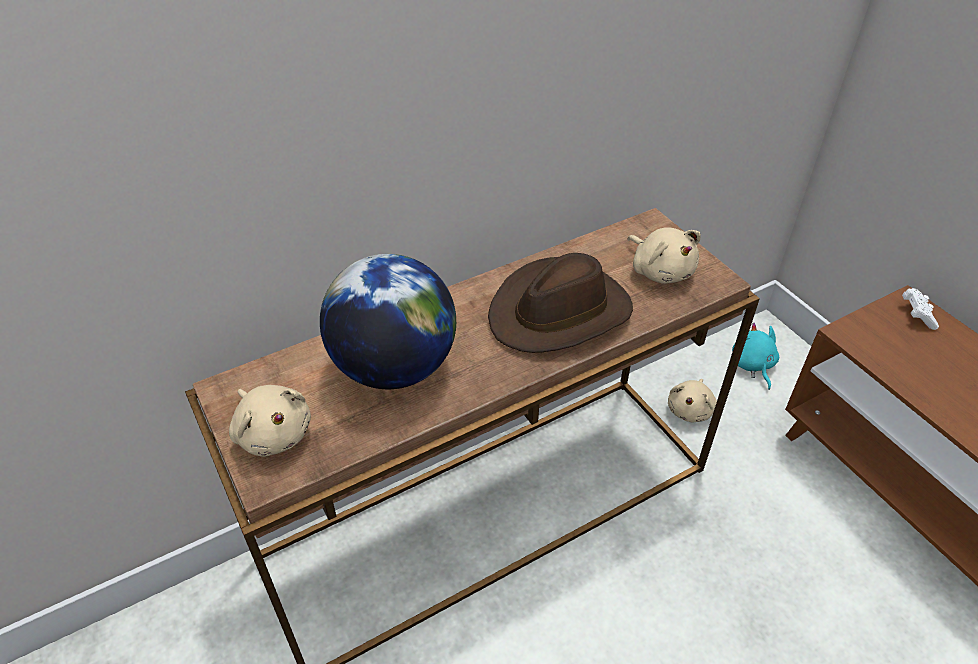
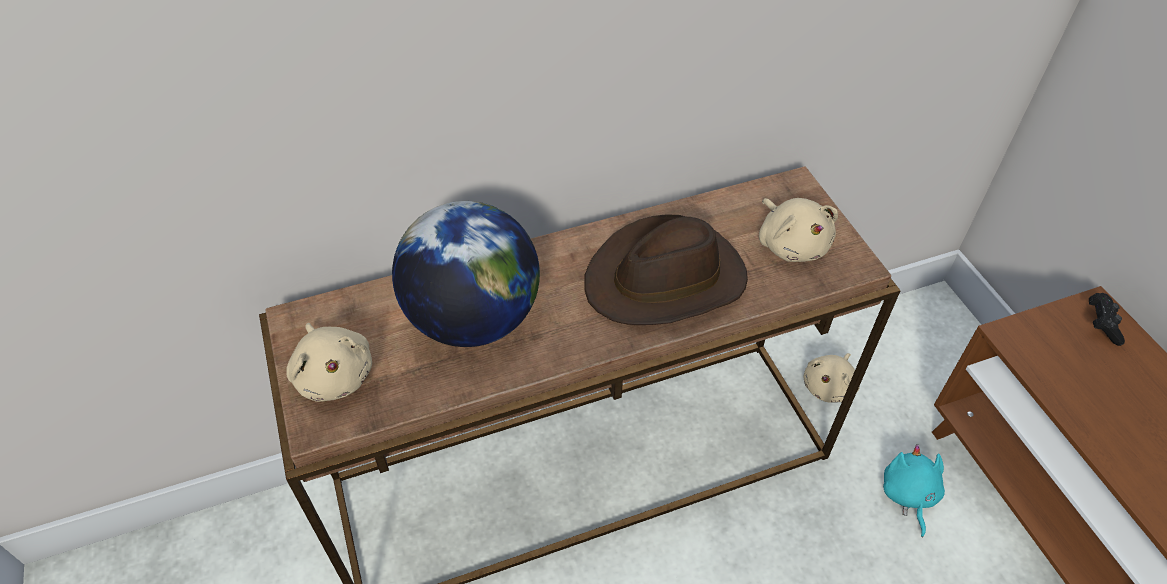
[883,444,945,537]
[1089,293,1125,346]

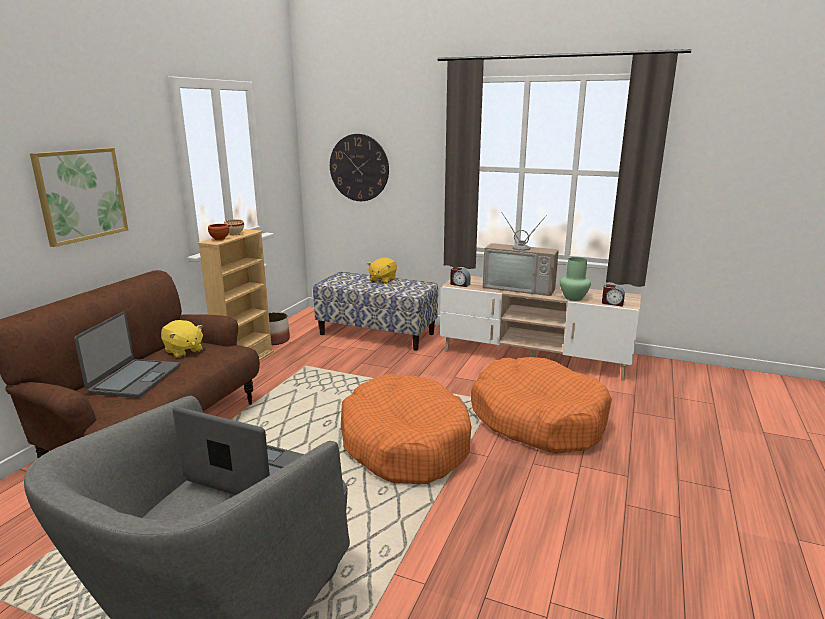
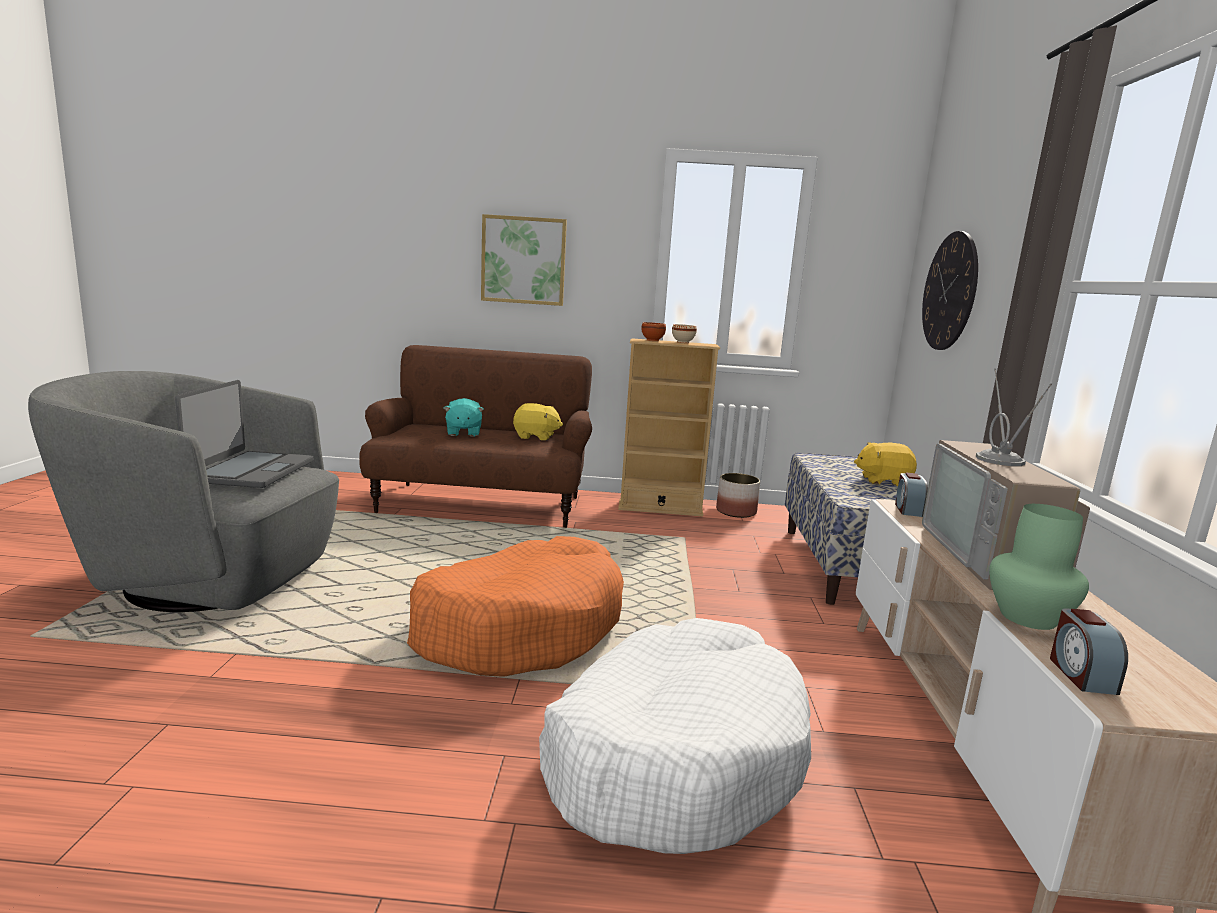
[444,398,484,436]
[513,403,563,441]
[539,618,811,854]

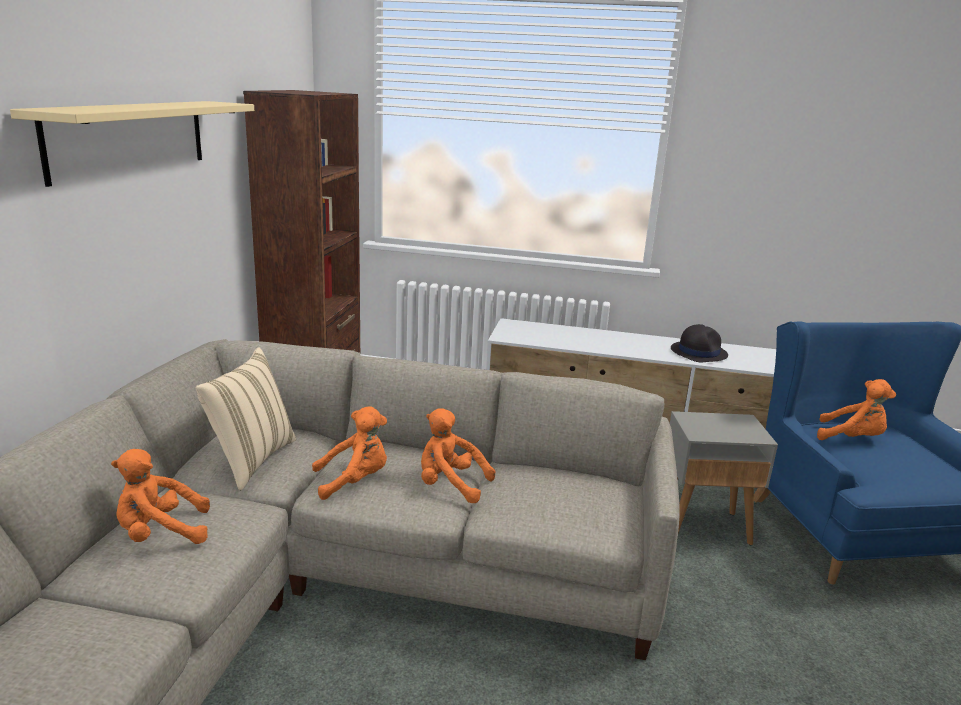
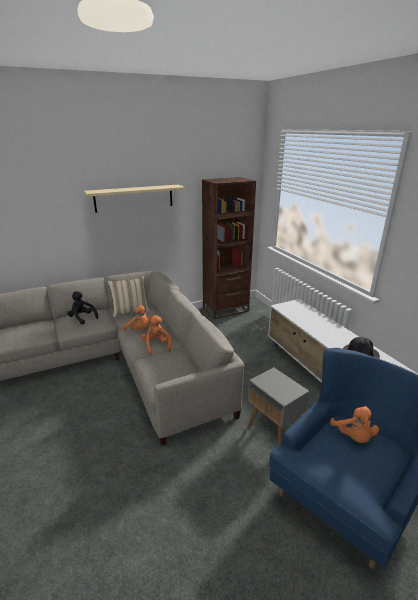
[67,291,98,325]

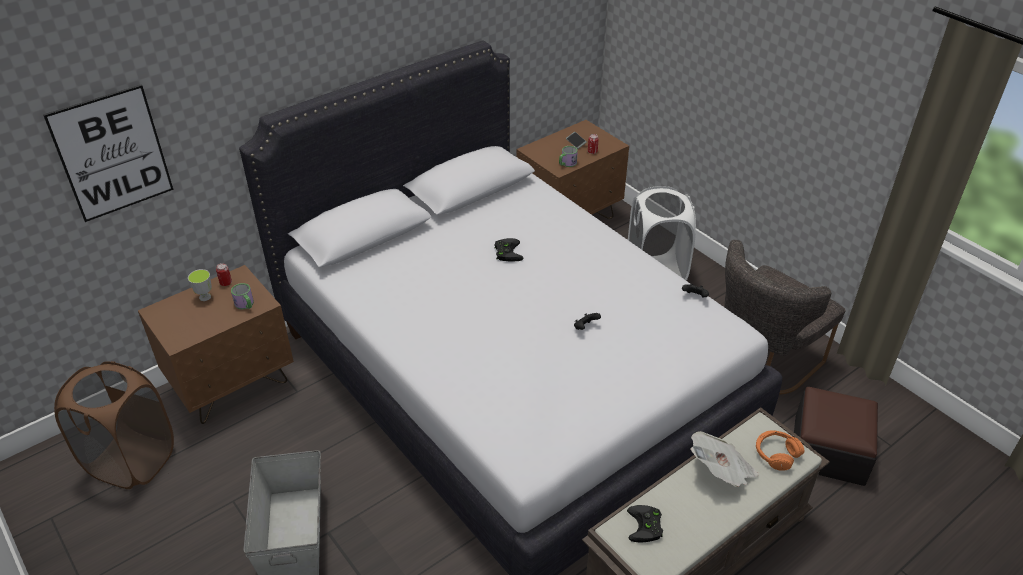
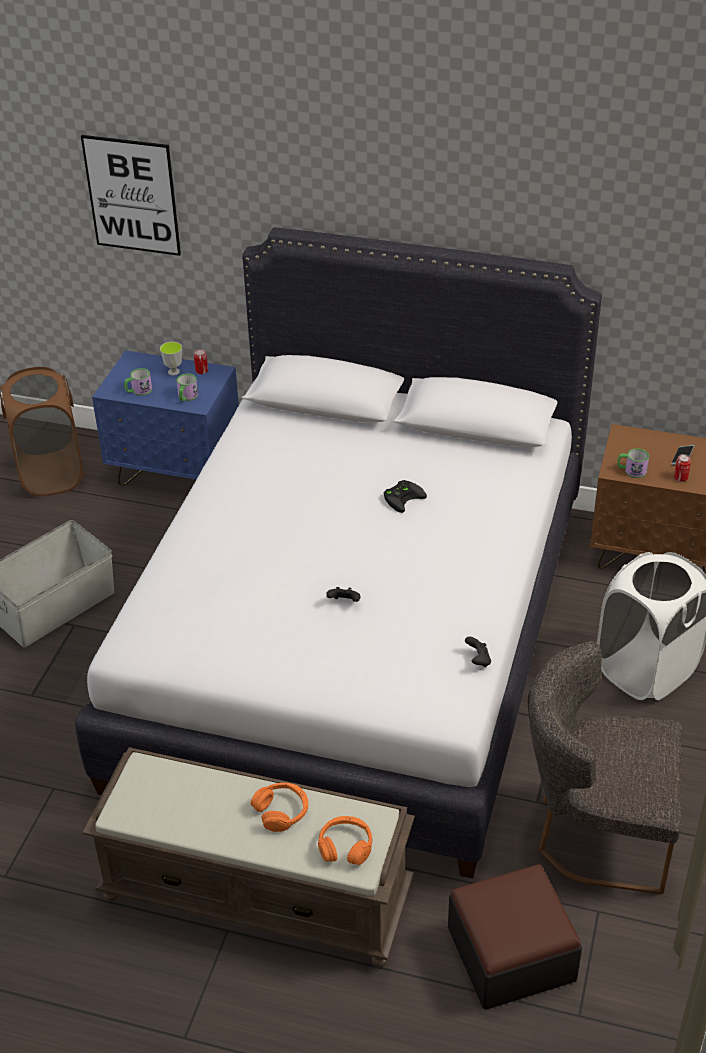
[92,350,239,486]
[124,368,152,396]
[251,783,308,832]
[627,505,663,542] (first image)

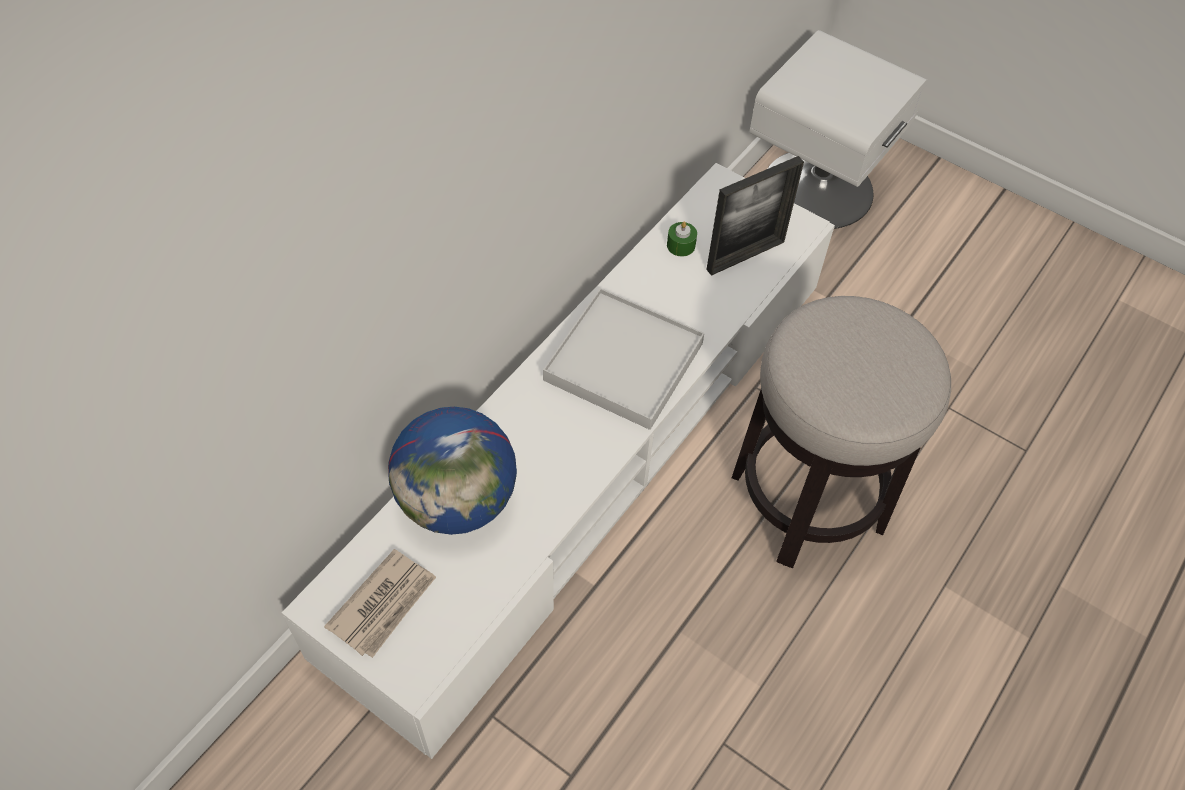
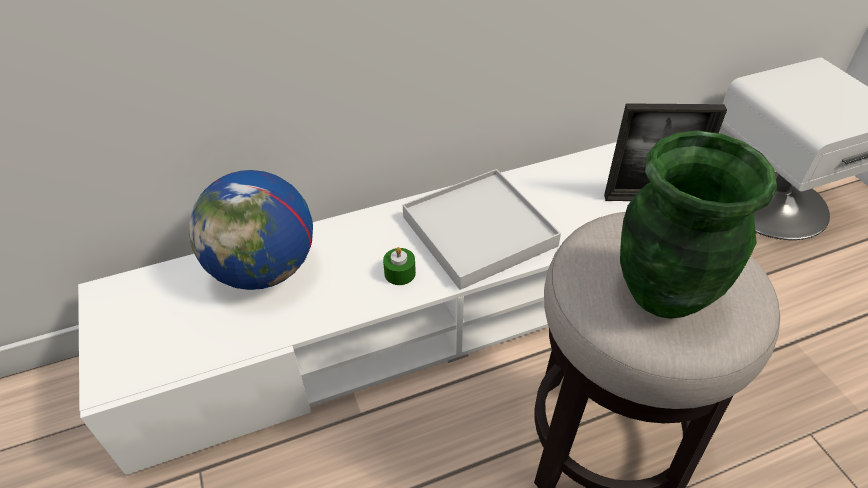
[383,247,416,285]
[620,130,777,319]
[324,549,436,658] (first image)

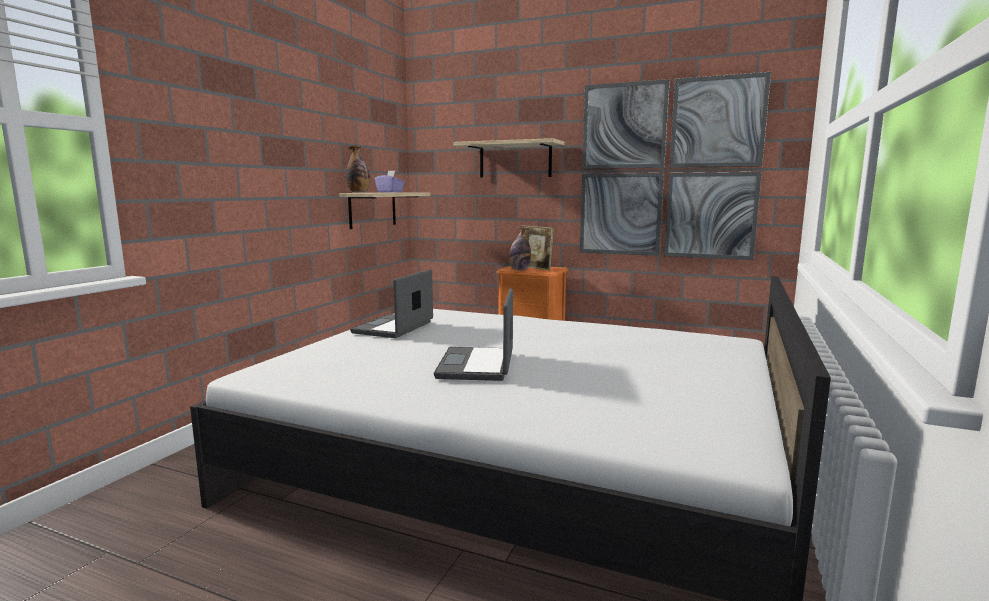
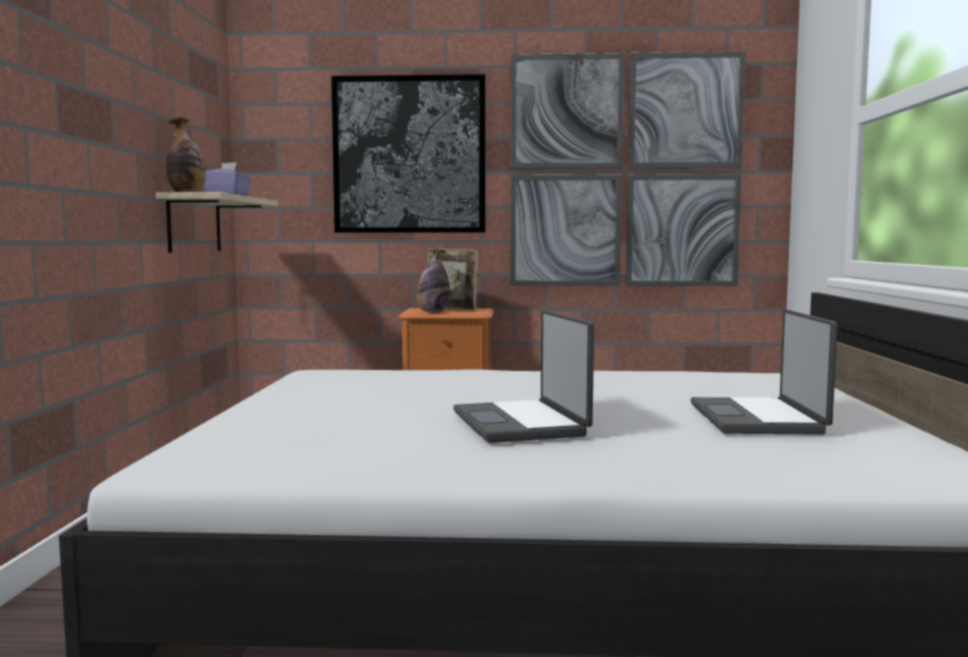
[331,74,486,233]
[691,310,837,435]

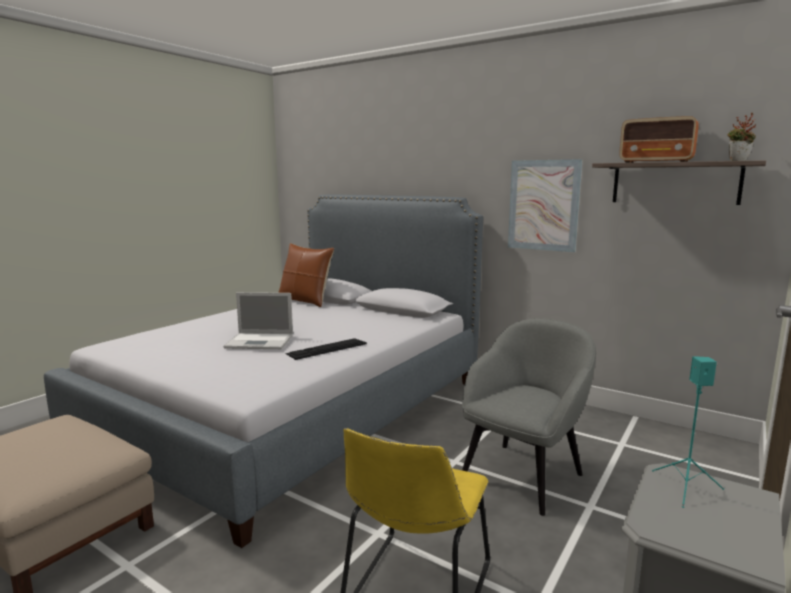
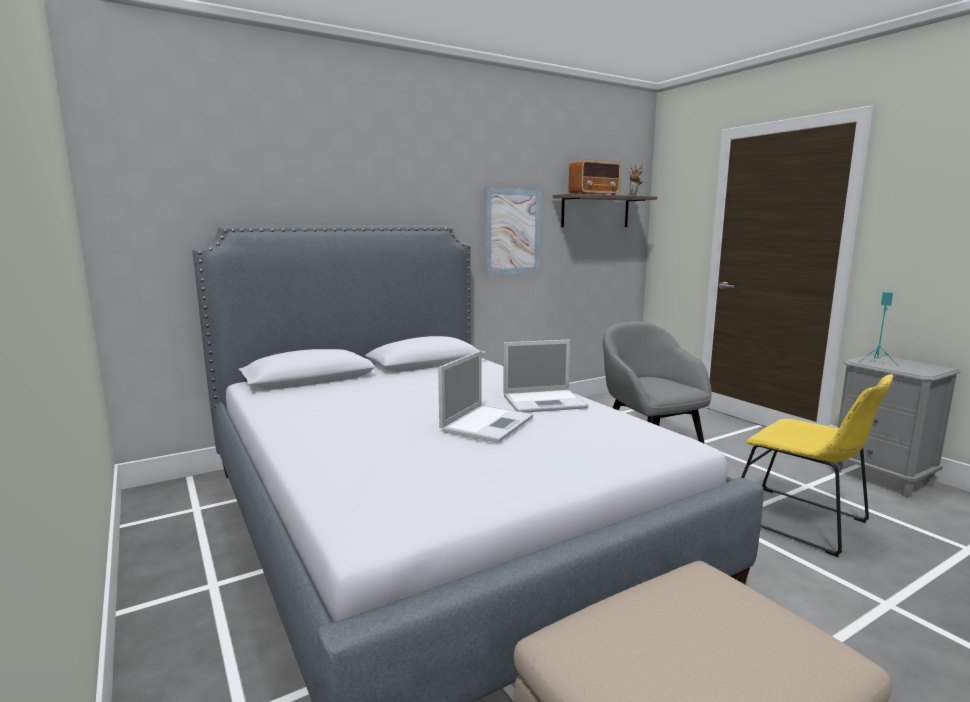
[503,339,588,413]
[278,243,334,307] (first image)

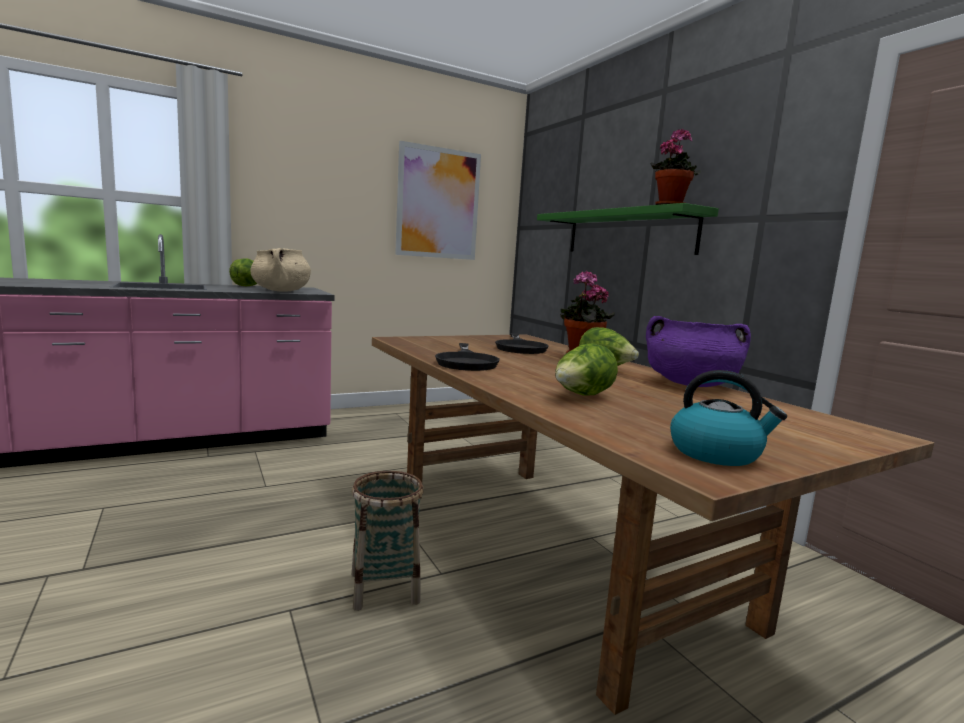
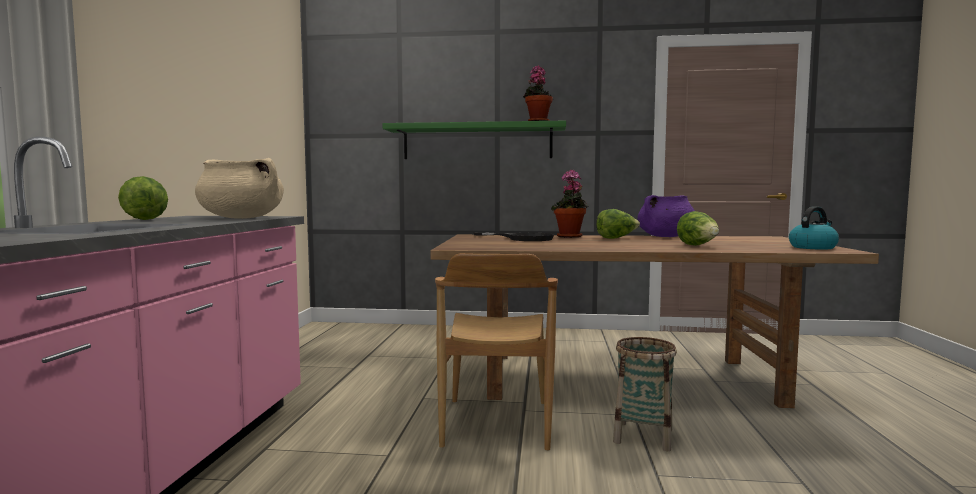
[435,253,558,451]
[395,141,481,260] (first image)
[435,343,500,371] (first image)

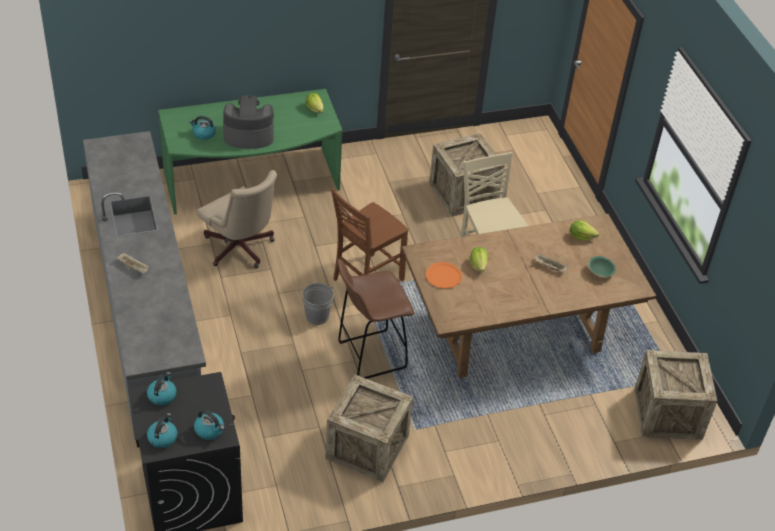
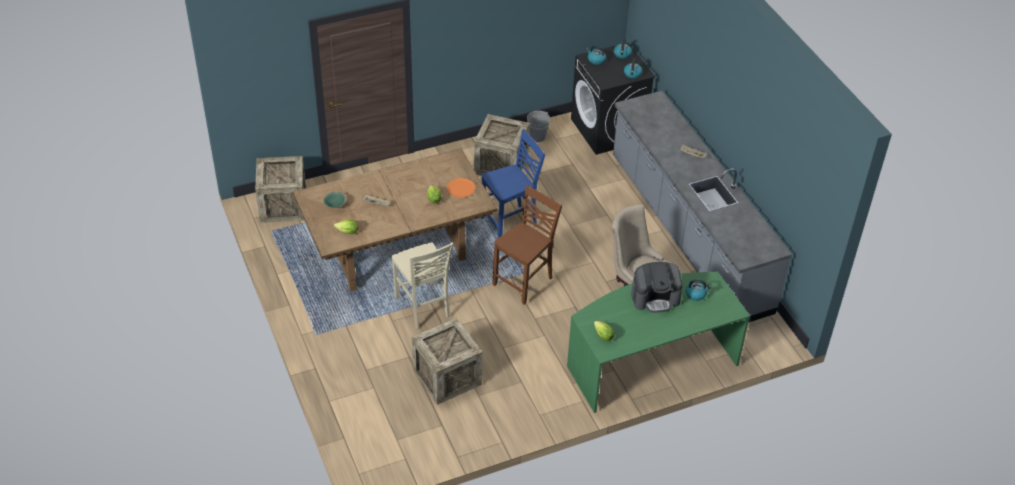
[481,129,545,238]
[527,111,550,142]

